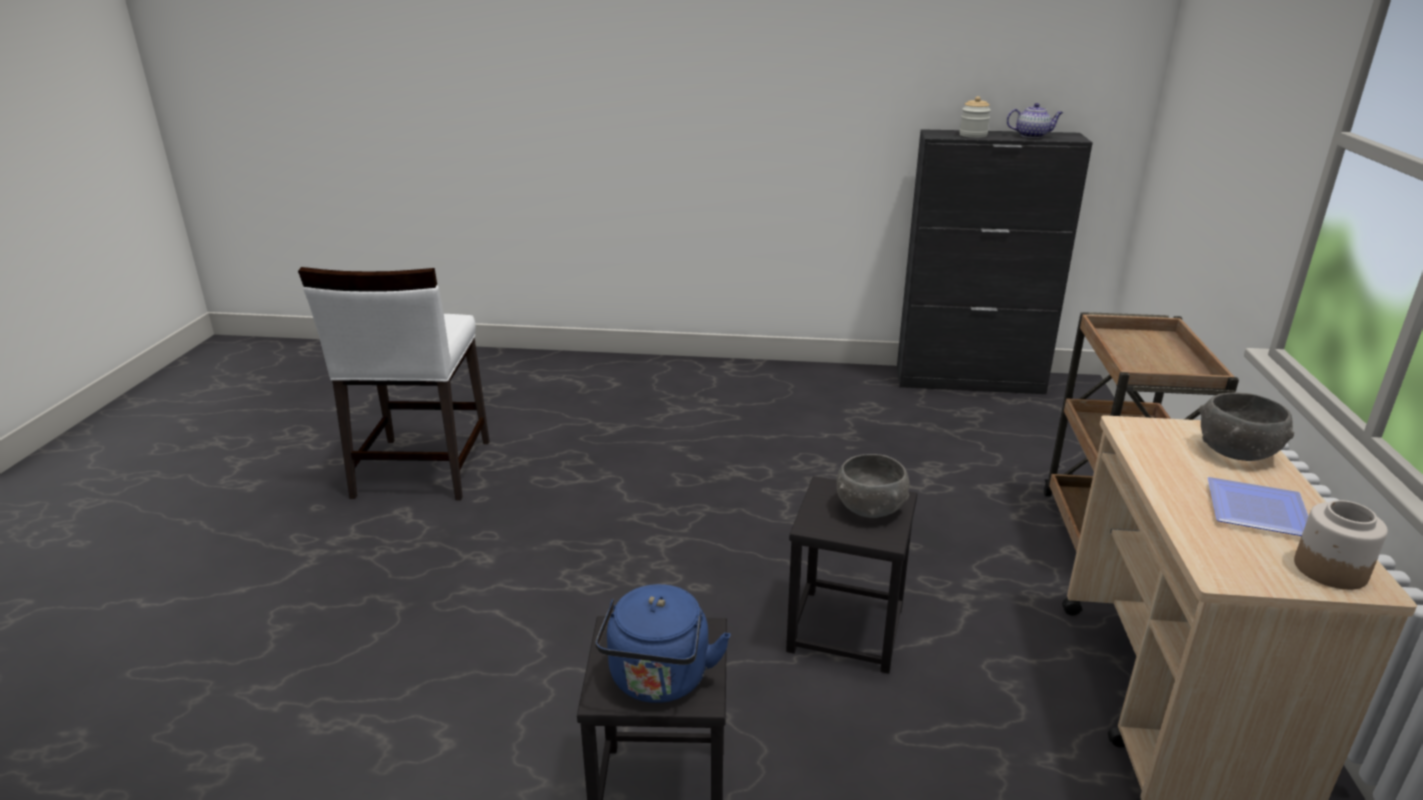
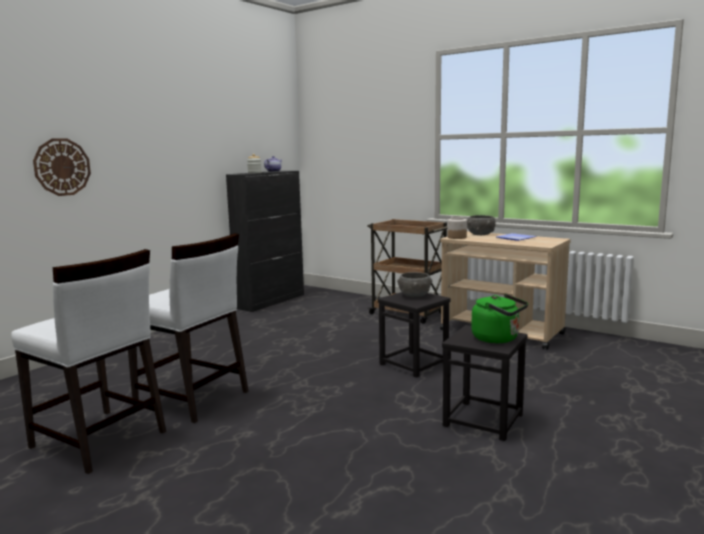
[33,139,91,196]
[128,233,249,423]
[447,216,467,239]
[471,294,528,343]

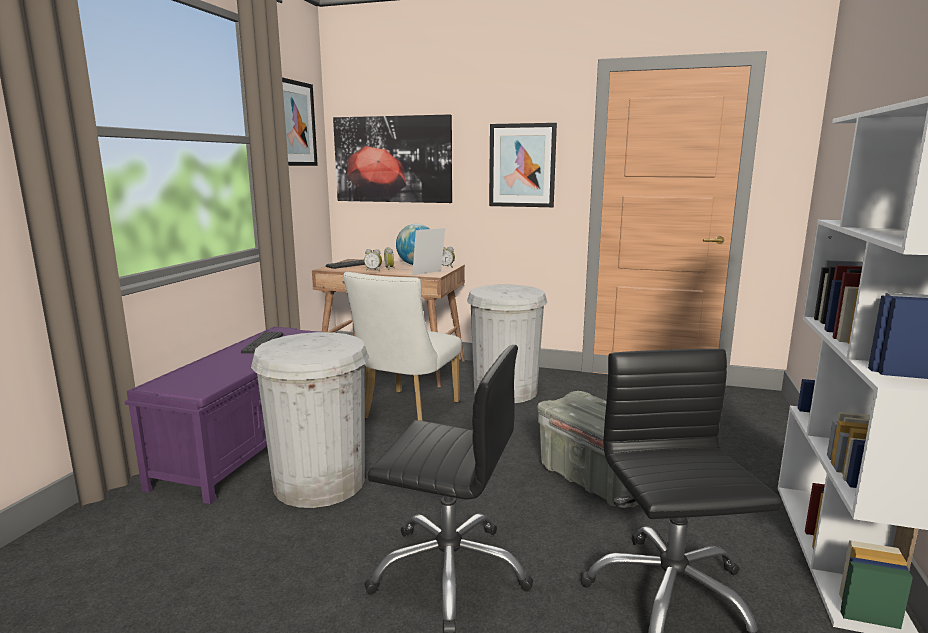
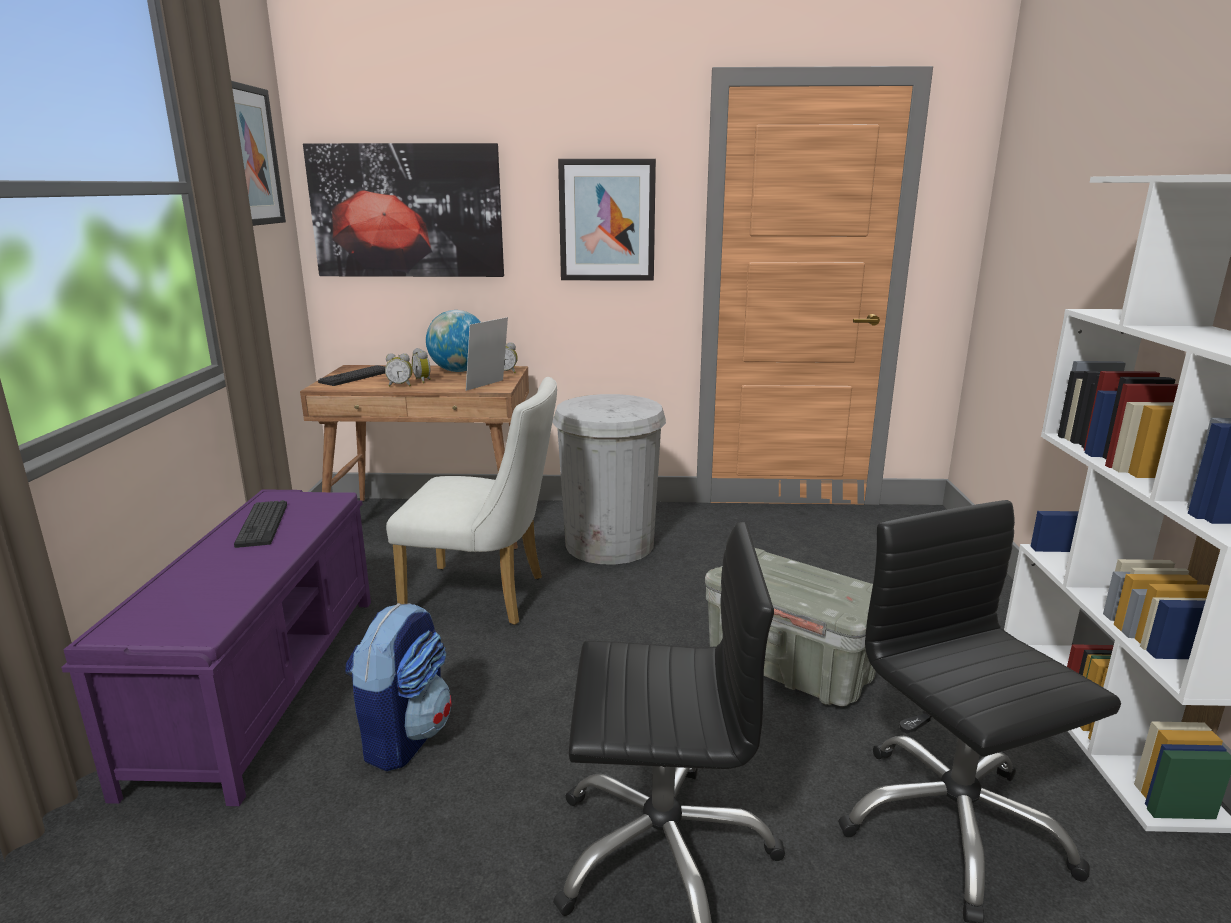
[345,603,452,771]
[386,377,557,625]

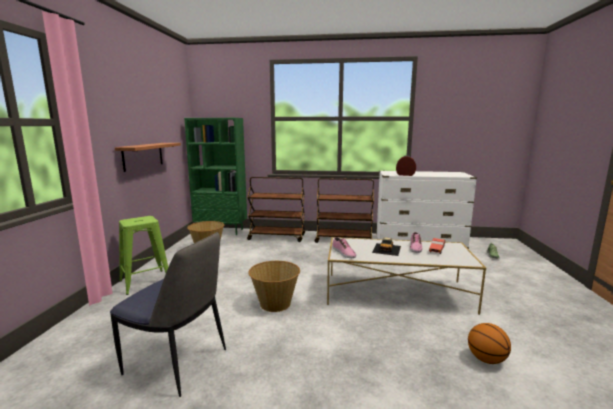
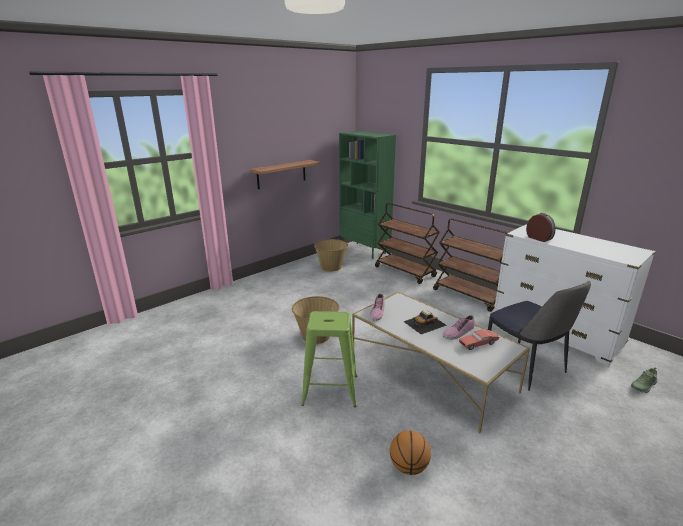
[301,311,357,407]
[488,280,591,391]

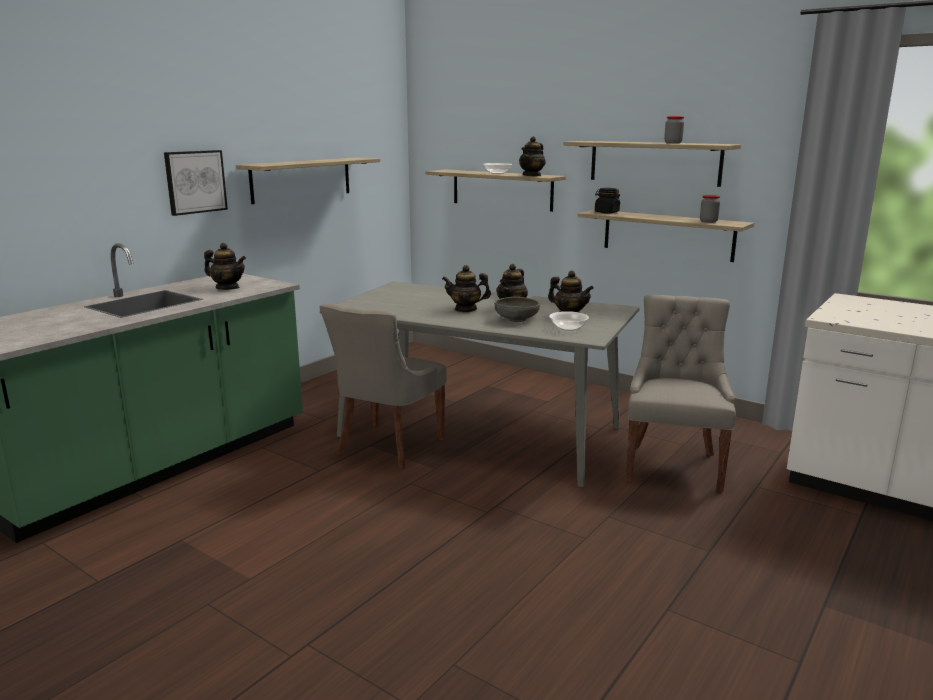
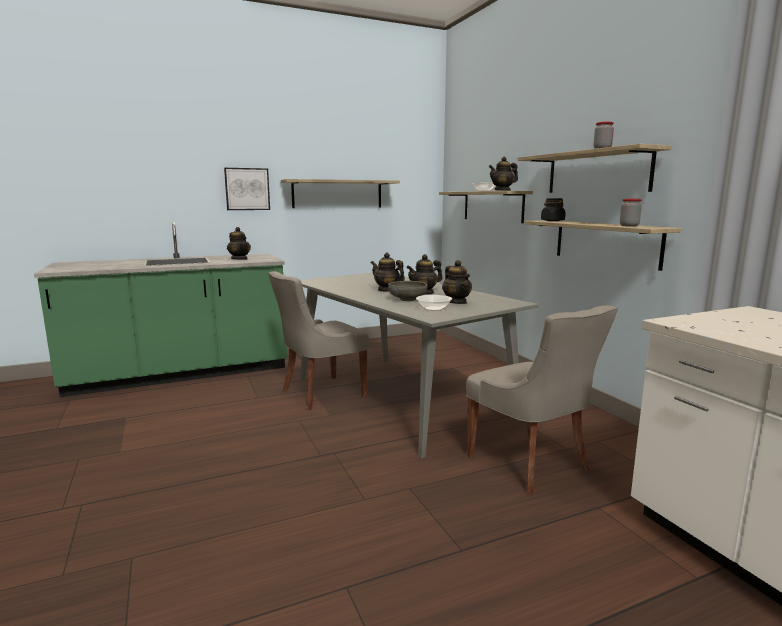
[466,305,618,495]

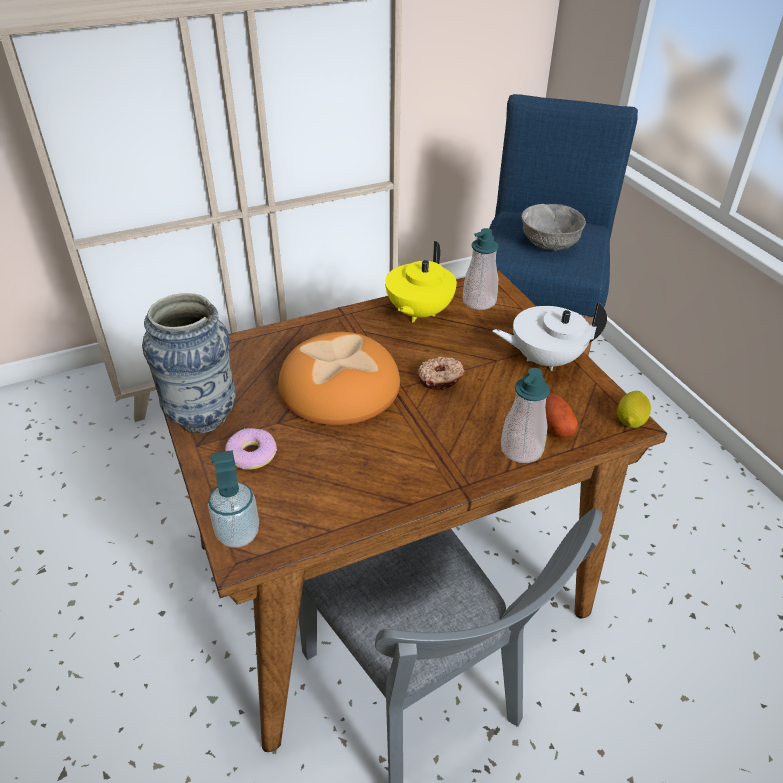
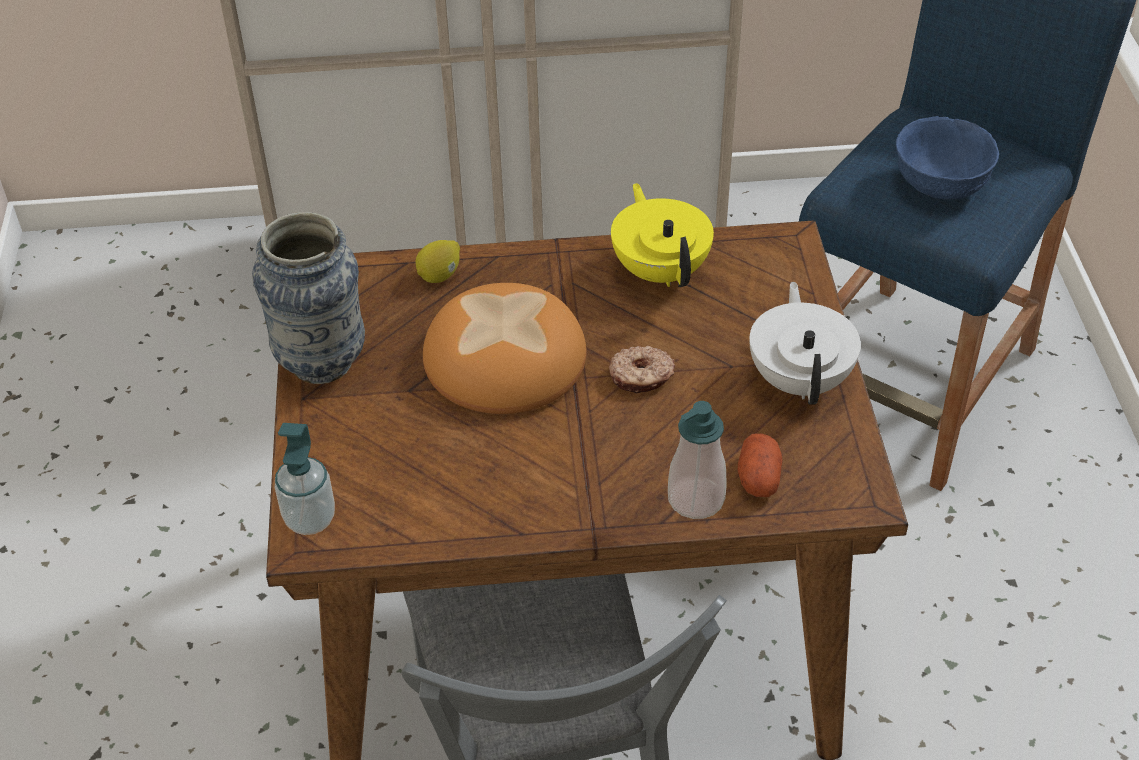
[415,240,460,283]
[611,183,714,287]
[749,282,861,405]
[896,116,999,200]
[225,428,277,470] (first image)
[463,228,499,310] (first image)

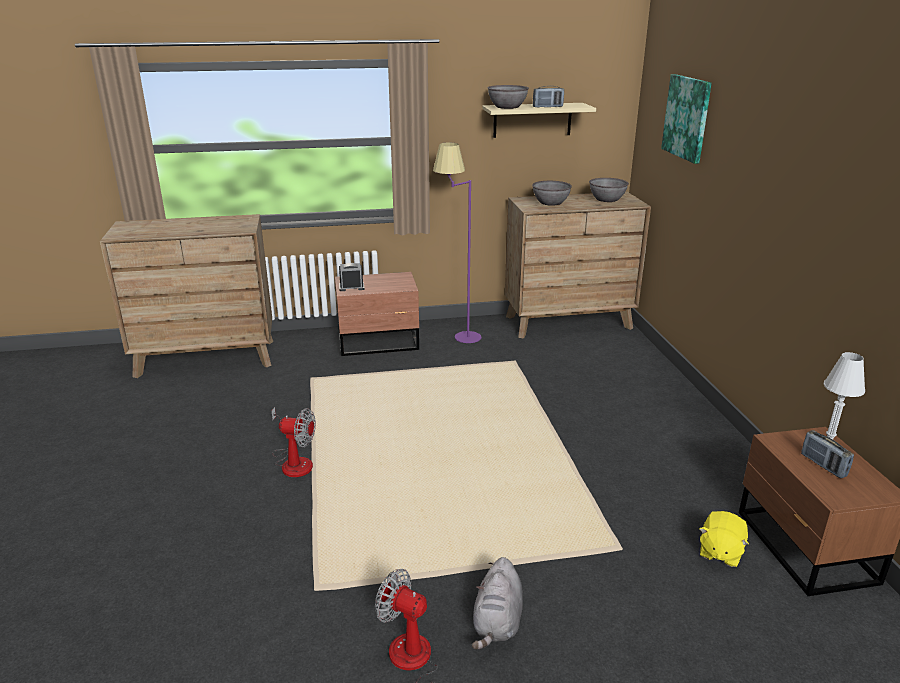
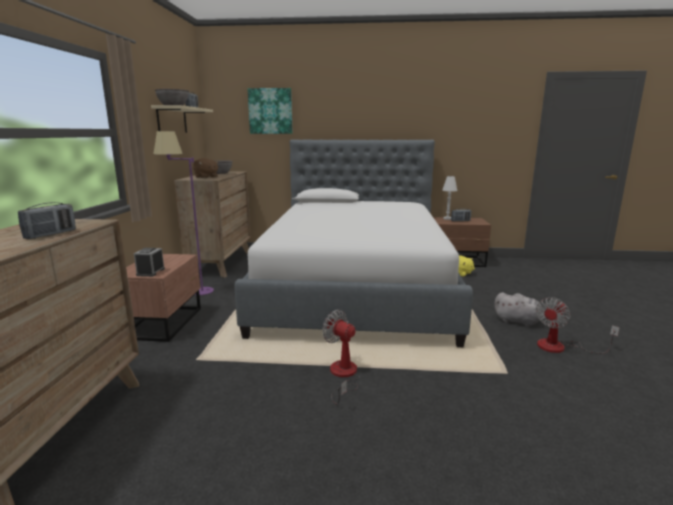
[18,202,76,239]
[193,158,219,178]
[234,139,473,347]
[322,310,360,405]

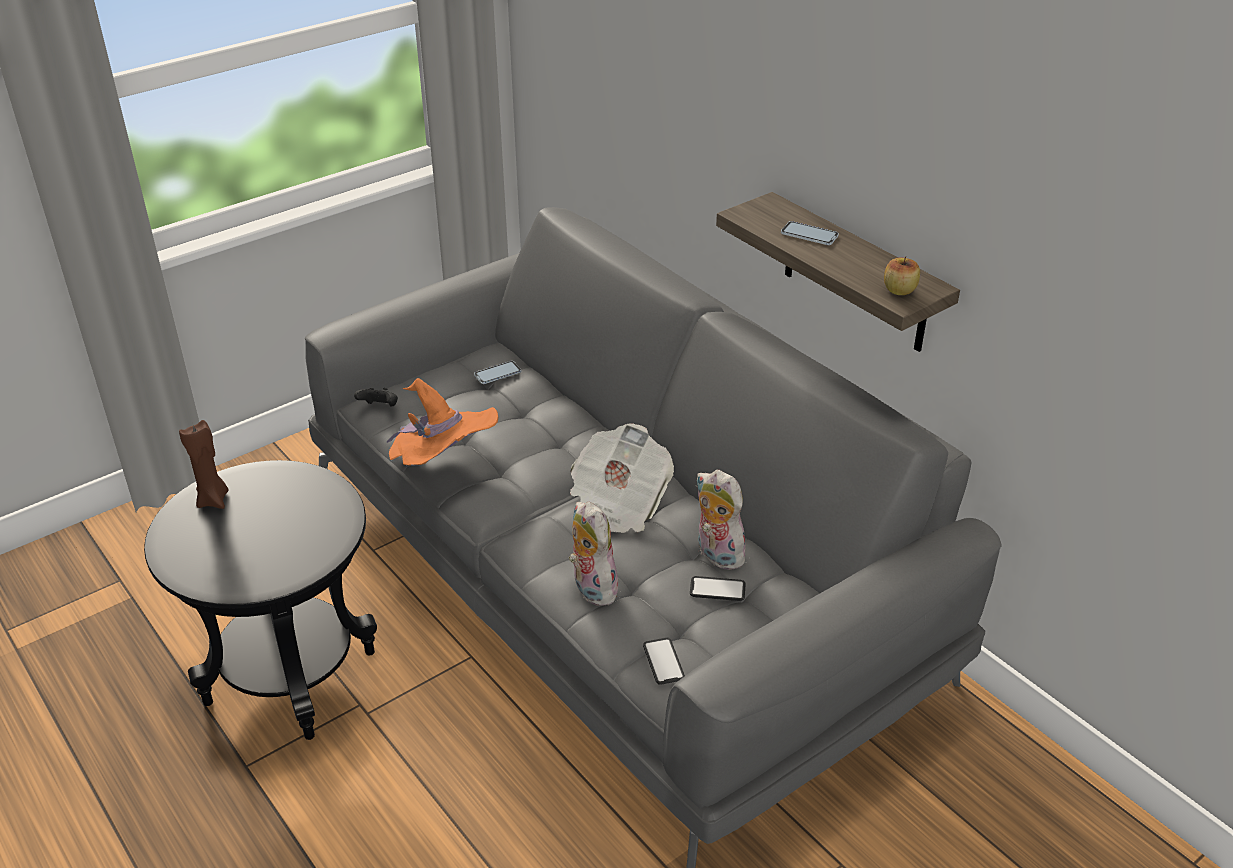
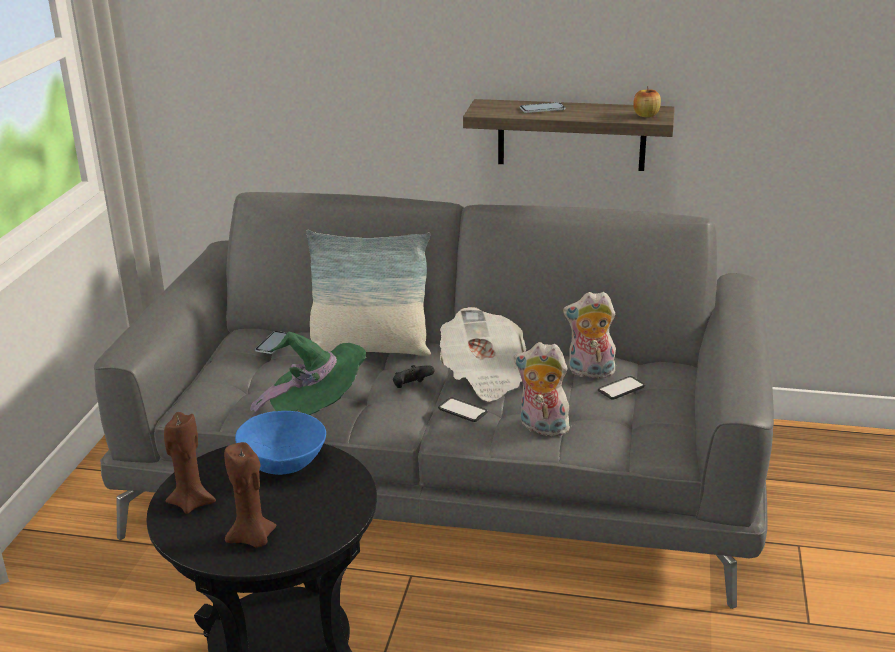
[224,442,276,548]
[235,411,326,475]
[250,332,366,418]
[306,230,431,356]
[393,365,434,388]
[438,397,488,422]

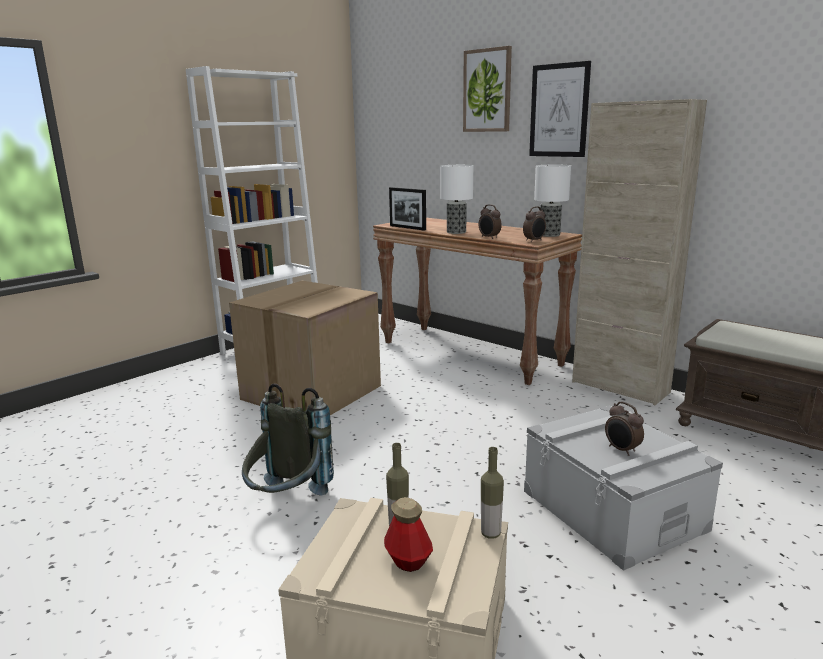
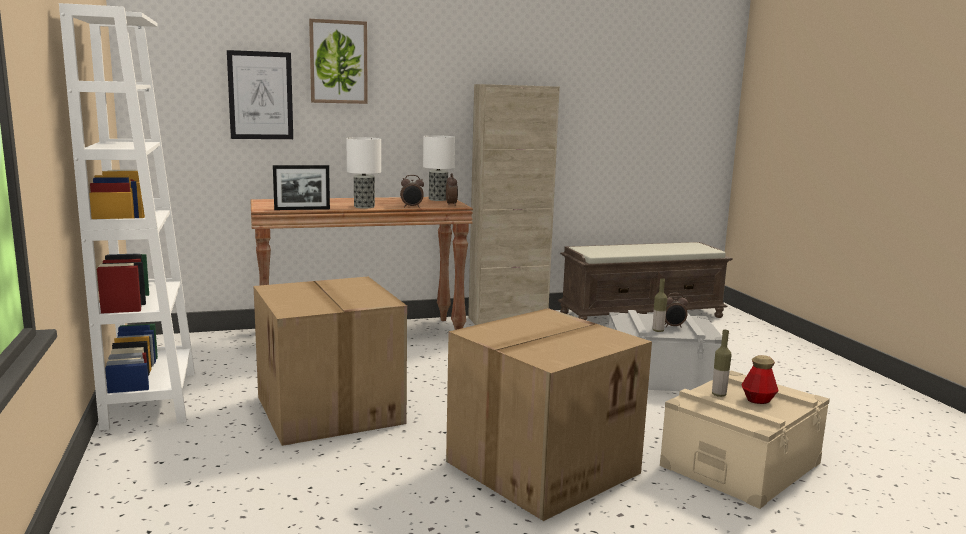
[227,50,293,139]
[446,308,652,521]
[653,278,667,332]

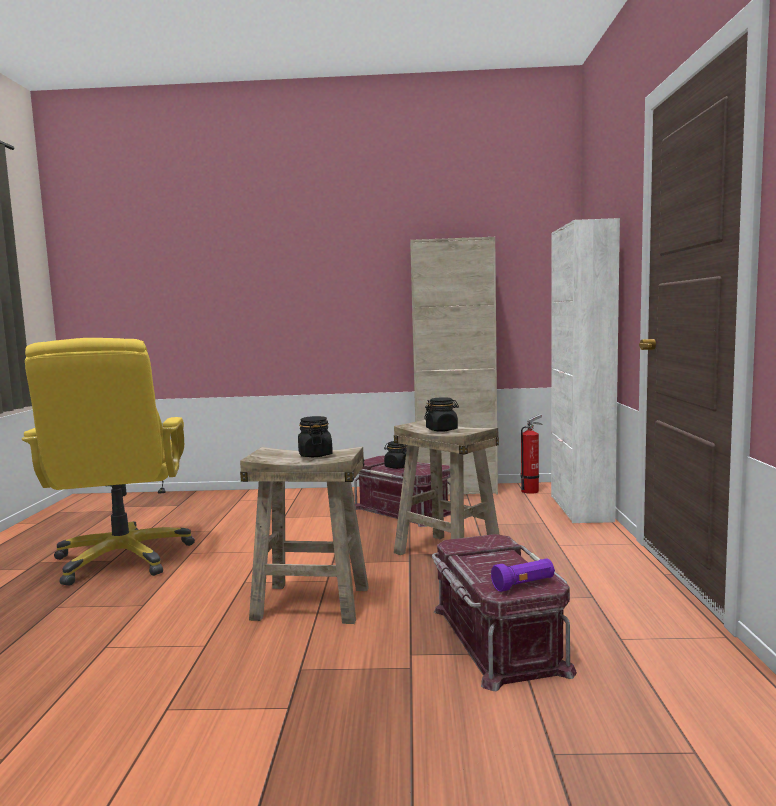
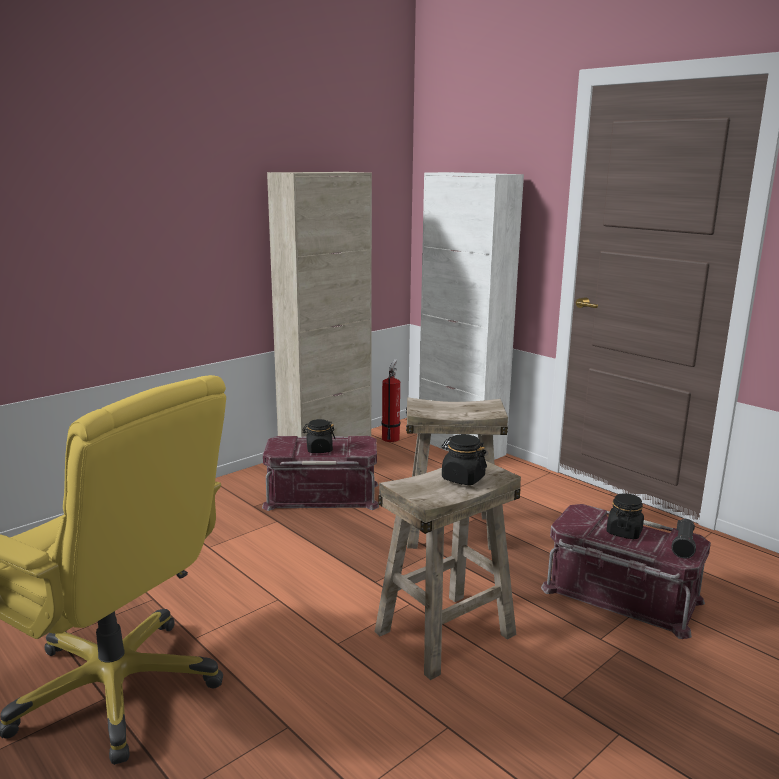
[606,493,644,539]
[672,519,696,559]

